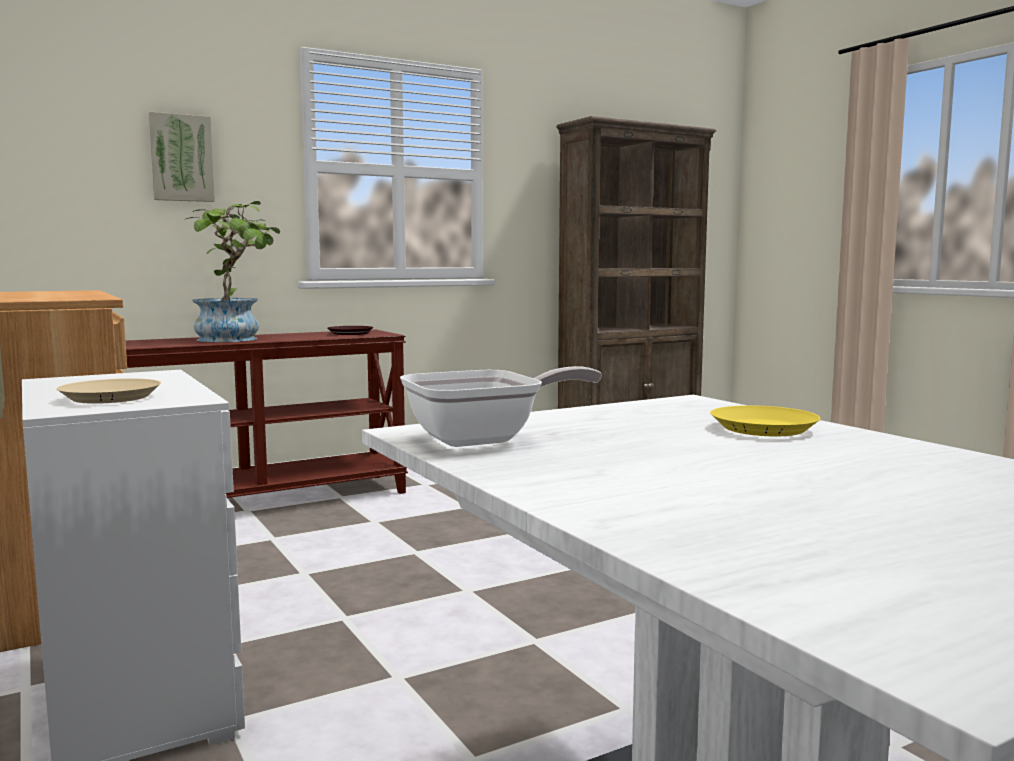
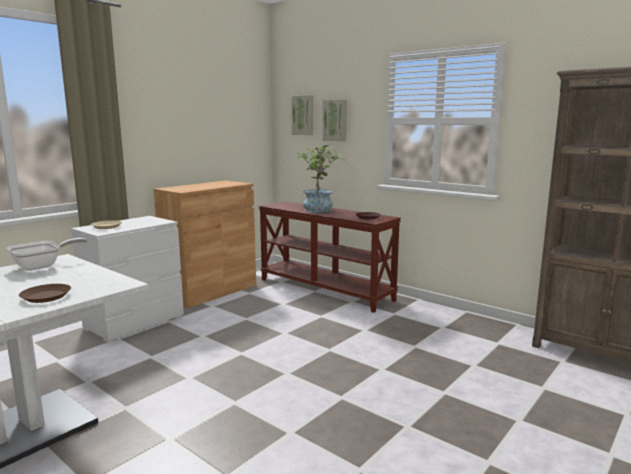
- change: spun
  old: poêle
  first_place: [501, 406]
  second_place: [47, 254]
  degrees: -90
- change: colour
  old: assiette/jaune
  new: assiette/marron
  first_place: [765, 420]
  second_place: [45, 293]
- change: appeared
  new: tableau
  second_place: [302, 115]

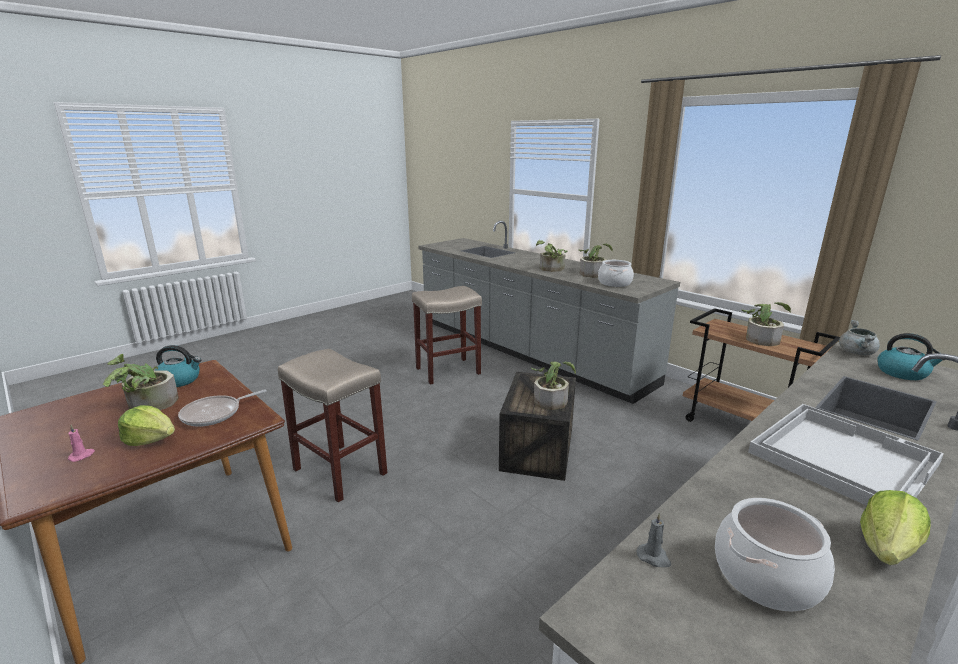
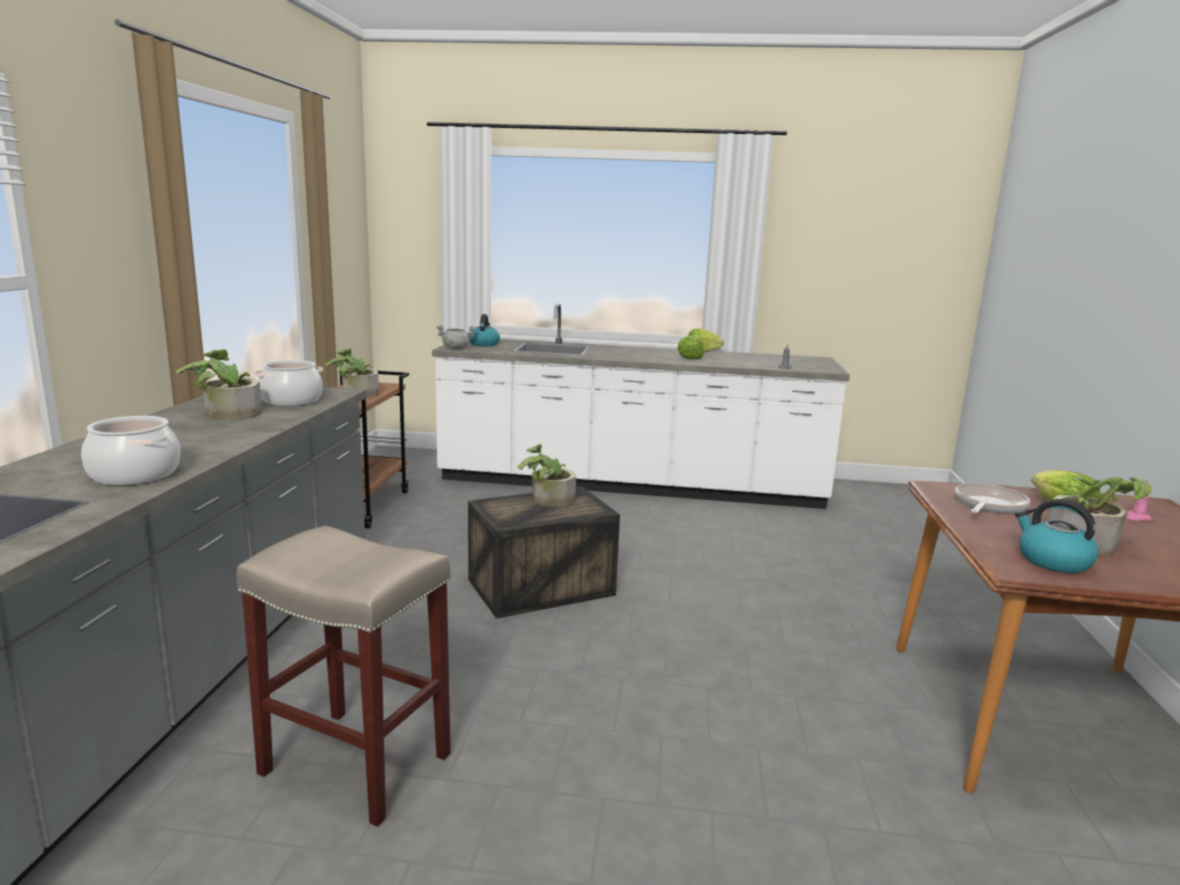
- change: spun
  old: poêle
  first_place: [222, 408]
  second_place: [992, 498]
  degrees: -60
- change: missing
  old: tabouret/beige
  first_place: [332, 426]
- change: missing
  old: plante en pot
  first_place: [551, 256]
- change: relocated
  old: marmite
  first_place: [775, 554]
  second_place: [131, 450]
- change: missing
  old: plateau/blanc
  first_place: [846, 455]
- change: appeared
  new: laitue
  second_place: [690, 347]

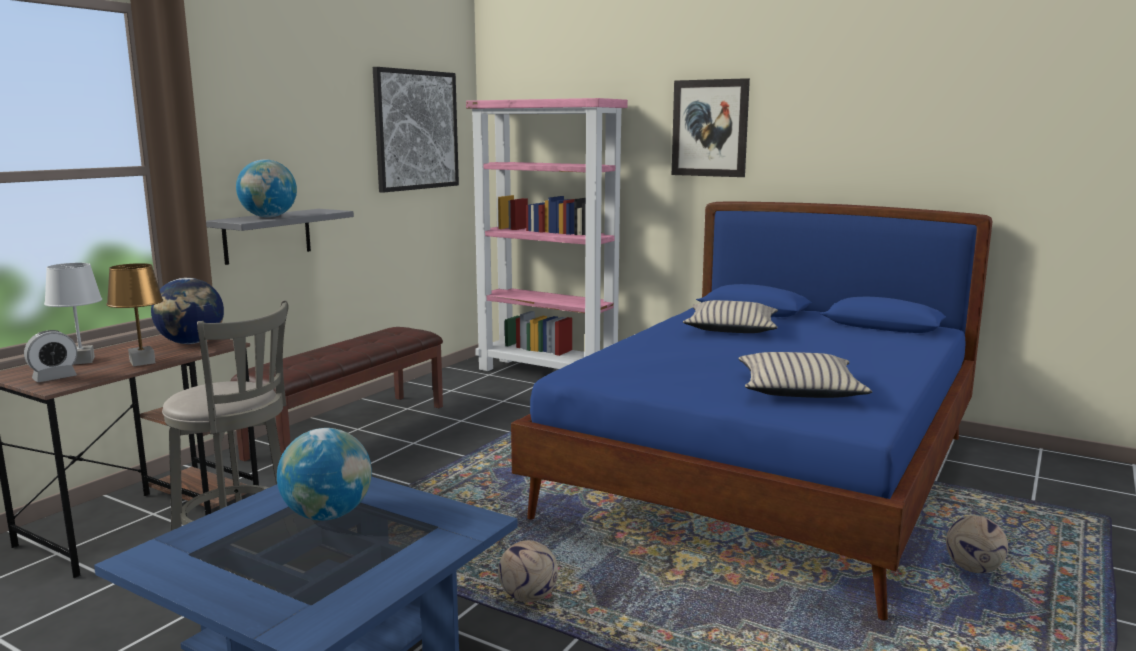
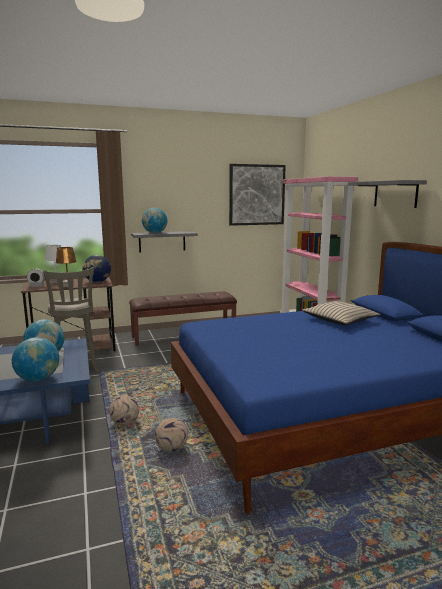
- change: exchanged
  old: tableau
  new: étagère/gris
  first_place: [711, 127]
  second_place: [387, 194]
- change: missing
  old: coussin/beige
  first_place: [805, 375]
- change: relocated
  old: ballon de foot
  first_place: [977, 544]
  second_place: [171, 435]
- change: appeared
  new: globe
  second_place: [35, 359]

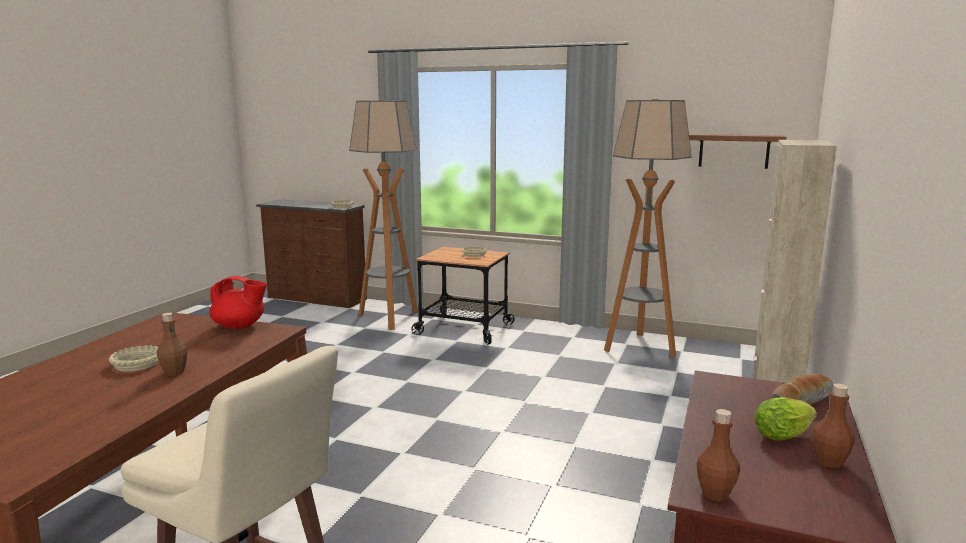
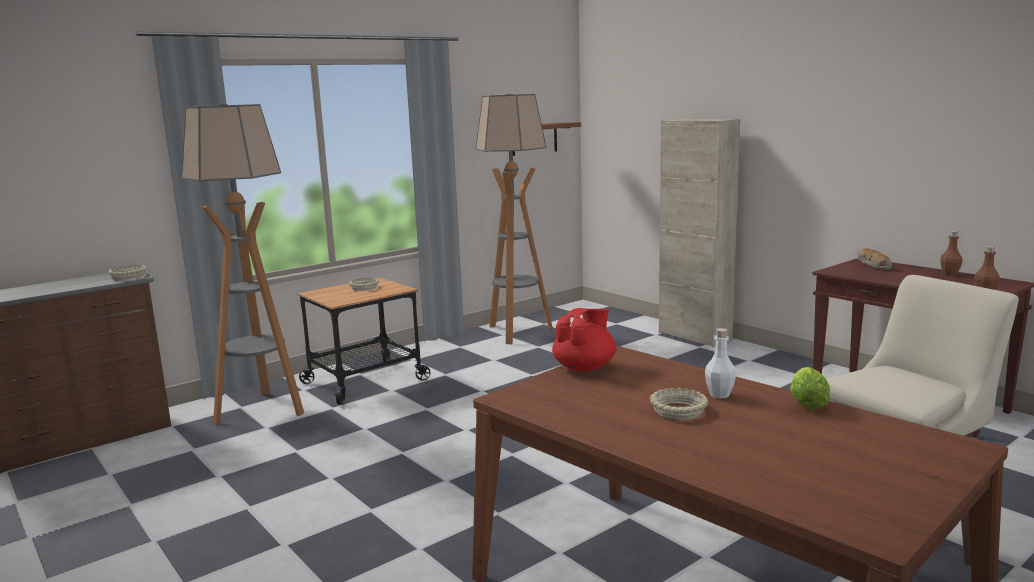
- change: colour
  old: bouteille/marron
  new: bouteille/blanc
  first_place: [172, 344]
  second_place: [720, 363]
- change: relocated
  old: laitue
  first_place: [785, 418]
  second_place: [810, 388]

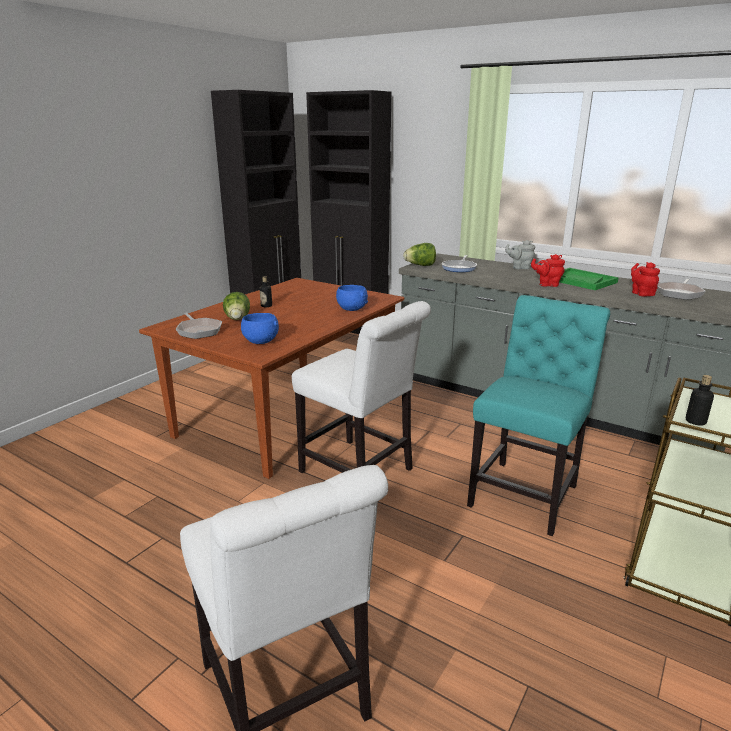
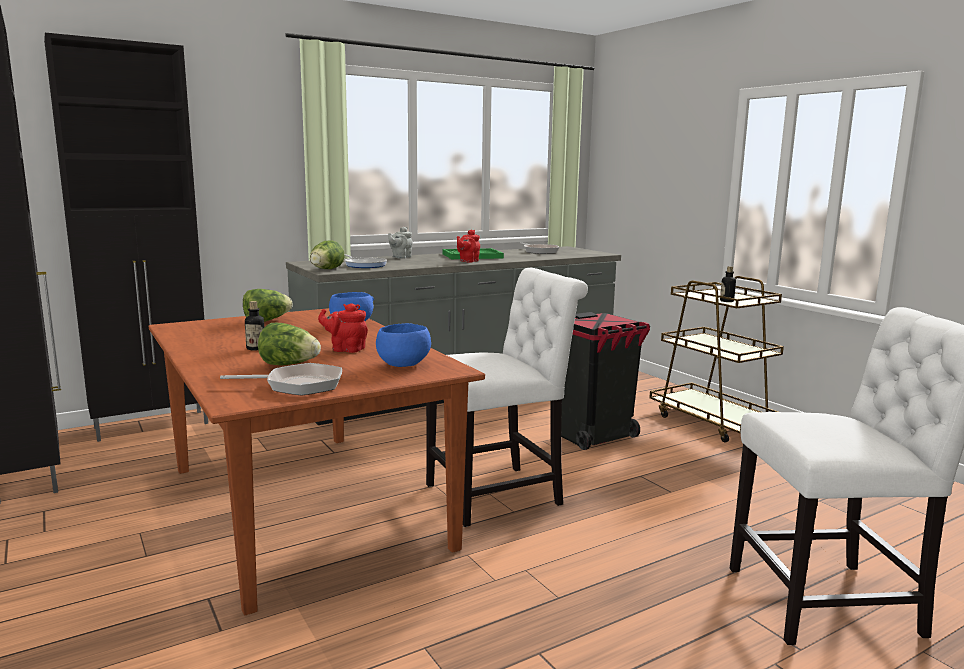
- change: exchanged
  old: chaise/turquoise
  new: poubelle/noir
  first_place: [538, 415]
  second_place: [605, 381]
- change: relocated
  old: théière/rouge
  first_place: [645, 279]
  second_place: [343, 328]
- change: appeared
  new: laitue
  second_place: [268, 305]

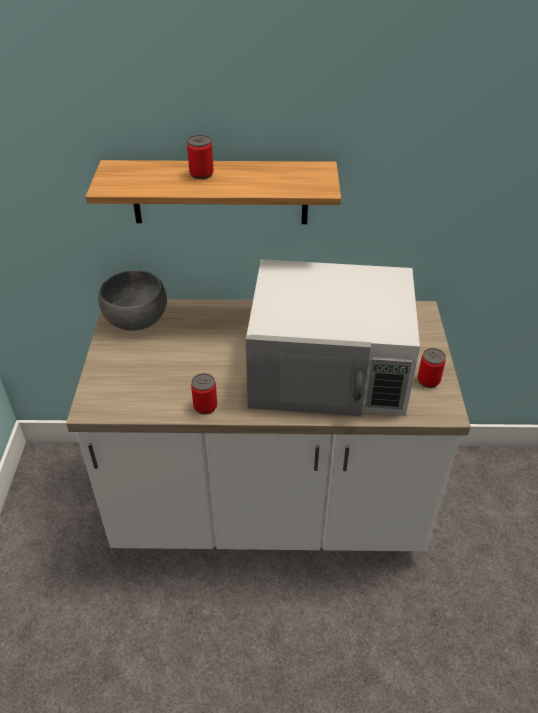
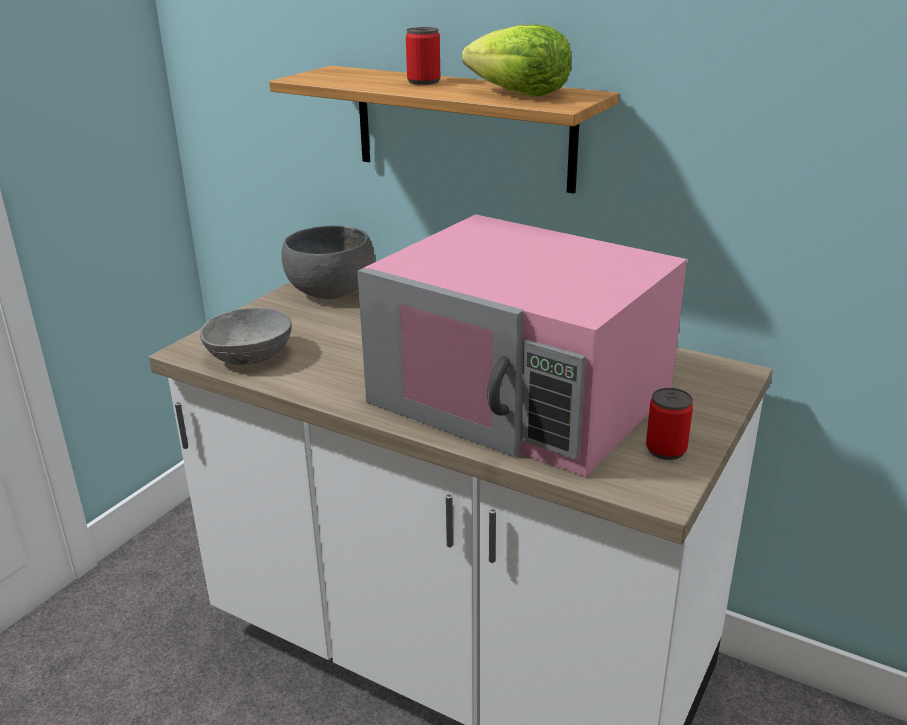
- change: missing
  old: boîte métallique
  first_place: [204, 393]
- change: colour
  old: micro-ondes/blanc
  new: micro-ondes/rose
  first_place: [333, 338]
  second_place: [522, 345]
- change: appeared
  new: bol/gris
  second_place: [246, 336]
- change: appeared
  new: laitue
  second_place: [516, 60]

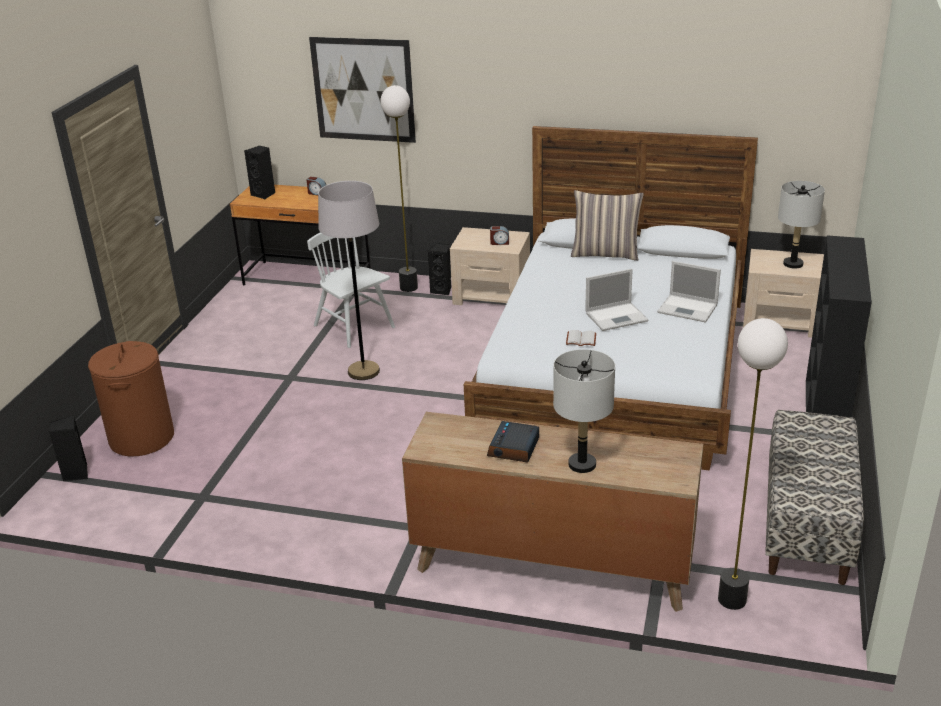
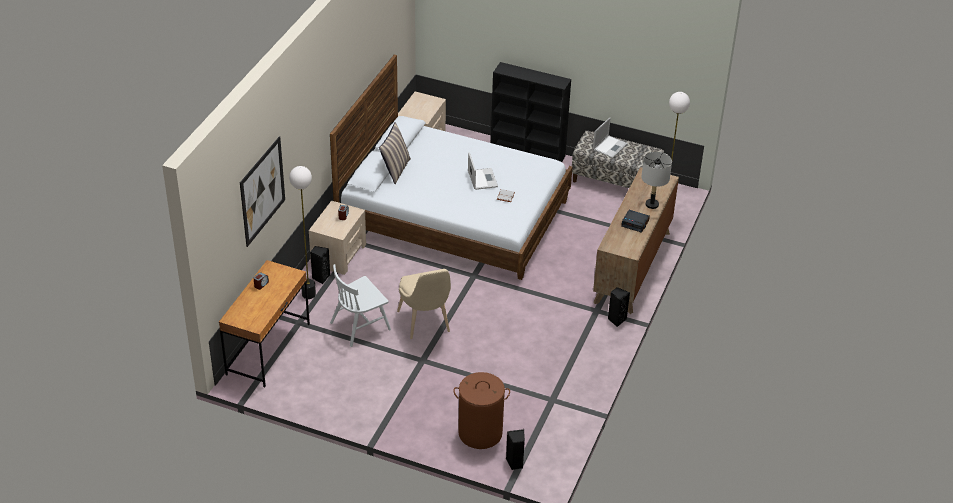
- change: relocated
  old: enceinte/noir
  first_place: [259, 172]
  second_place: [619, 307]
- change: exchanged
  old: lampadaire/gris
  new: chaise/beige
  first_place: [349, 280]
  second_place: [424, 304]
- change: relocated
  old: ordinateur portable
  first_place: [689, 292]
  second_place: [610, 138]
- change: missing
  old: lampe de table/gris
  first_place: [801, 224]

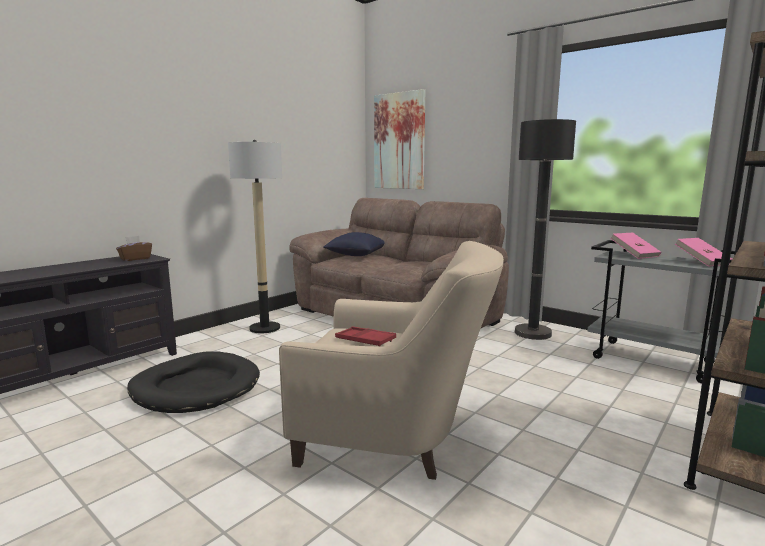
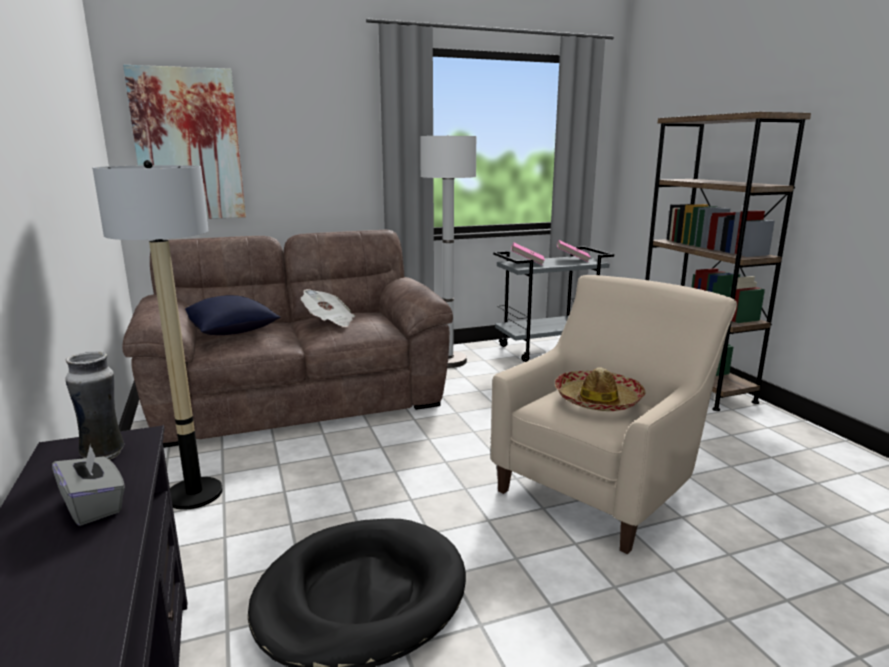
- change: exchanged
  old: boîte à mouchoirs/marron
  new: vase
  first_place: [134, 248]
  second_place: [94, 405]
- change: exchanged
  old: plateau/rouge
  new: chapeau
  first_place: [365, 336]
  second_place: [600, 389]
- change: colour
  old: lampadaire/noir
  new: lampadaire/blanc
  first_place: [545, 229]
  second_place: [448, 251]
- change: appeared
  new: boîte à mouchoirs/gris
  second_place: [88, 484]
- change: appeared
  new: journal
  second_place: [328, 308]

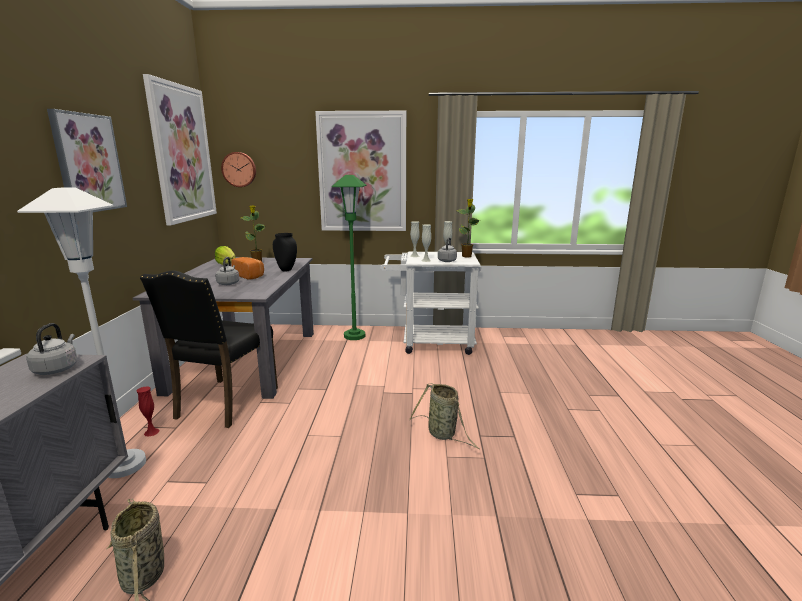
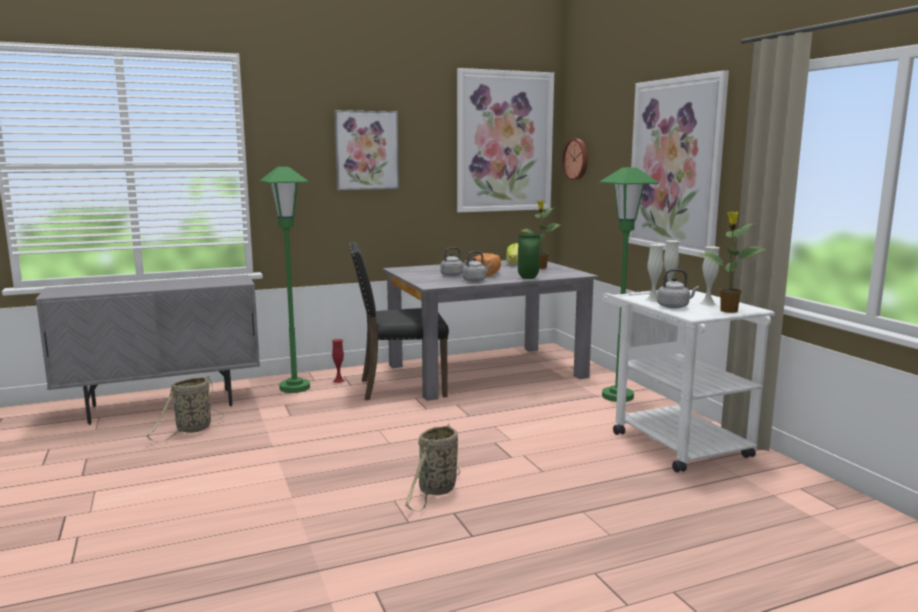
- change: colour
  old: lampadaire/blanc
  new: lampadaire/vert
  first_place: [81, 332]
  second_place: [285, 280]
- change: relocated
  old: bouilloire/gris
  first_place: [51, 349]
  second_place: [477, 266]
- change: colour
  old: vase/noir
  new: vase/vert
  first_place: [285, 252]
  second_place: [529, 256]

